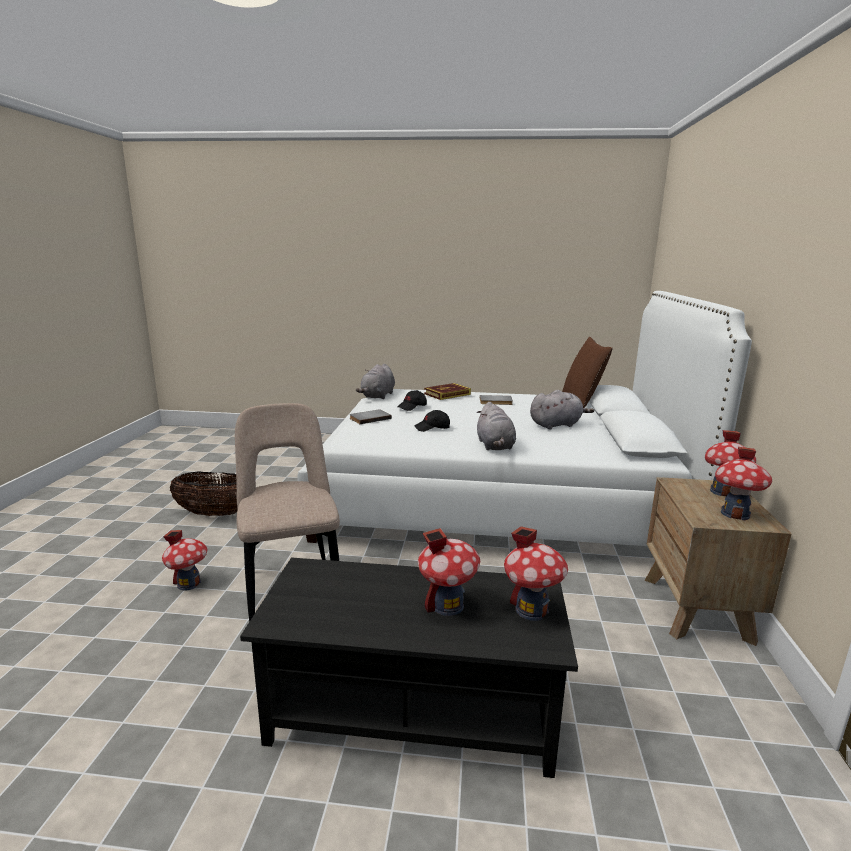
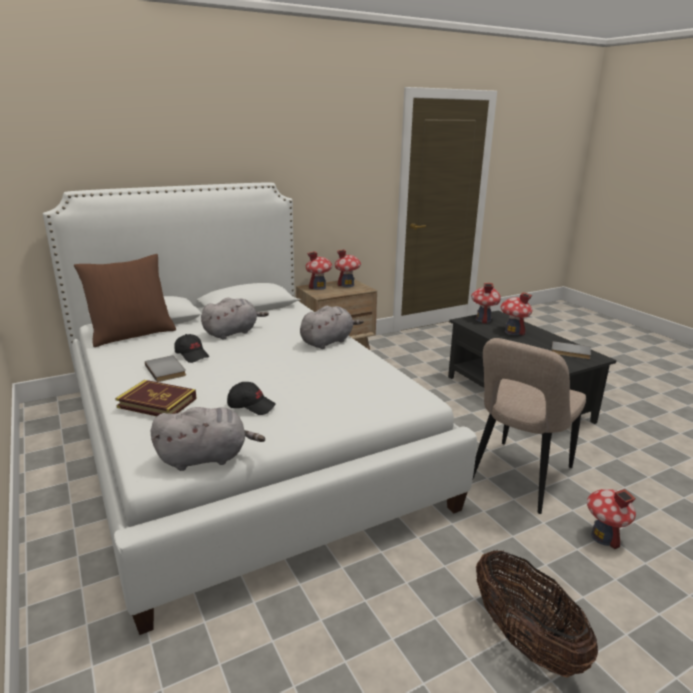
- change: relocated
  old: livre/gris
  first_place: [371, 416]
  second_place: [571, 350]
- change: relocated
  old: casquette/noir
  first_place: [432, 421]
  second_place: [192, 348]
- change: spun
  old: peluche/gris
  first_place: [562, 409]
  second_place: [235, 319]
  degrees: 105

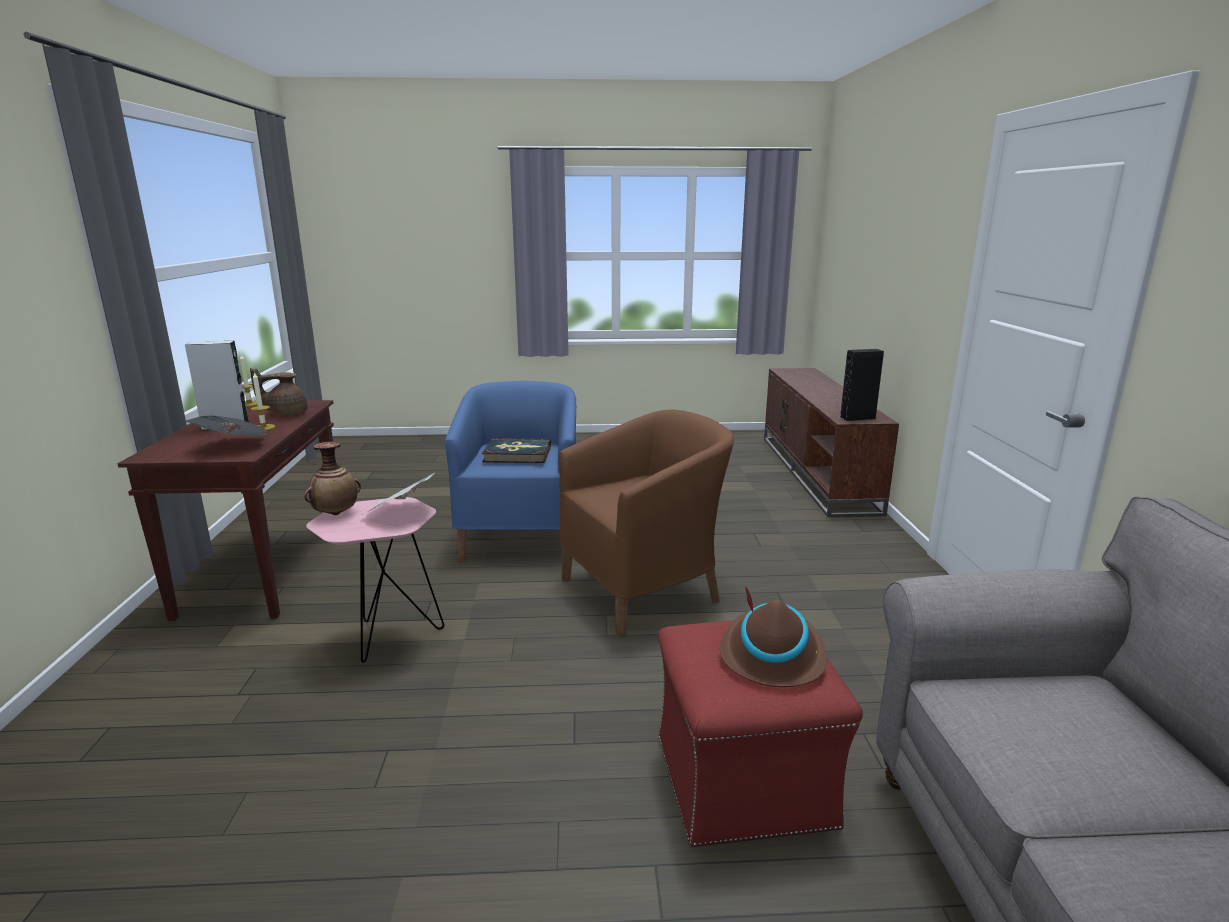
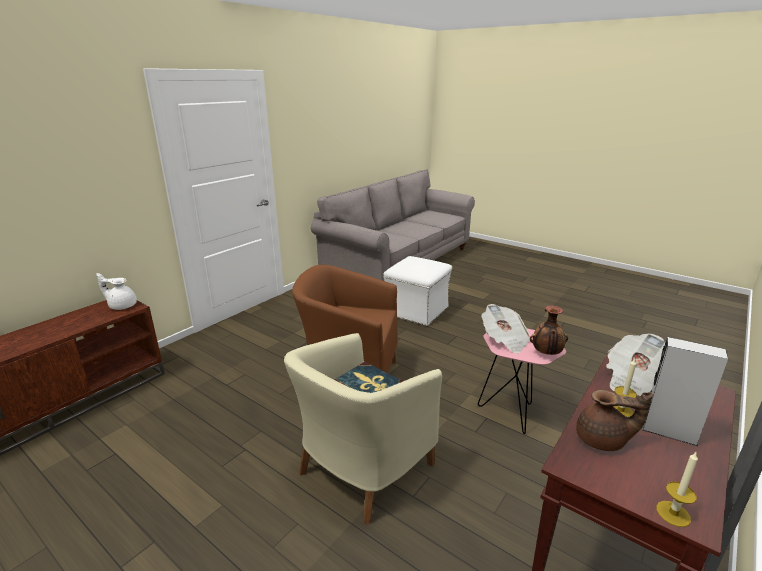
- change: colour
  old: fauteuil/bleu
  new: fauteuil/beige
  first_place: [510, 471]
  second_place: [363, 428]
- change: colour
  old: pouf/rouge
  new: pouf/blanc
  first_place: [760, 733]
  second_place: [418, 291]
- change: missing
  old: chapeau/marron
  first_place: [773, 636]
- change: exchanged
  old: enceinte/noir
  new: théière/blanc
  first_place: [861, 385]
  second_place: [117, 291]

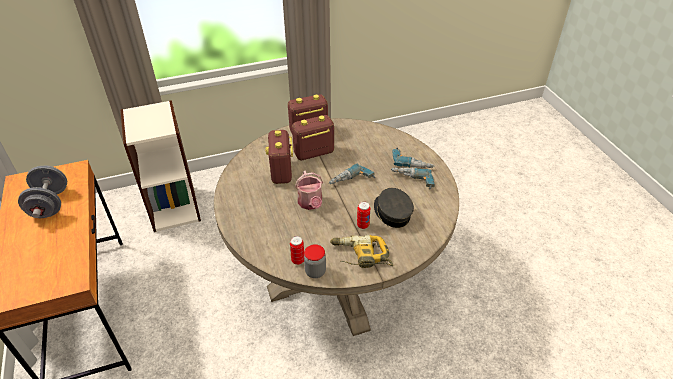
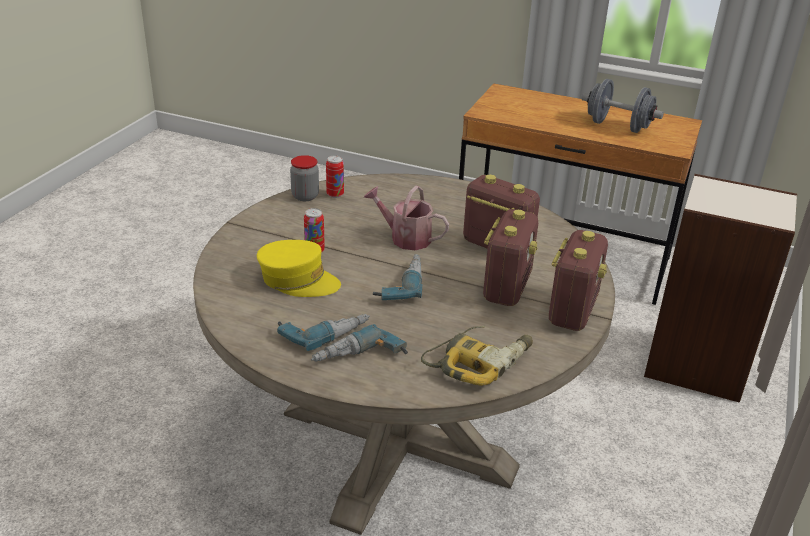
- change: relocated
  old: perceuse
  first_place: [361, 251]
  second_place: [477, 356]
- change: colour
  old: casquette/gris
  new: casquette/jaune
  first_place: [394, 208]
  second_place: [299, 268]

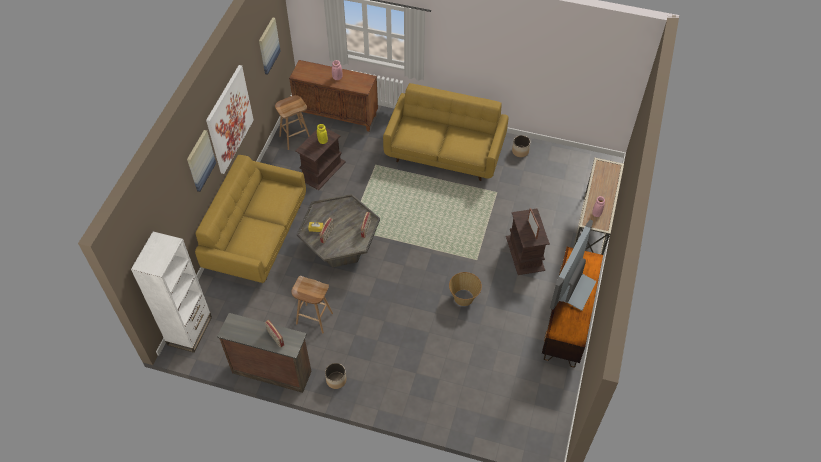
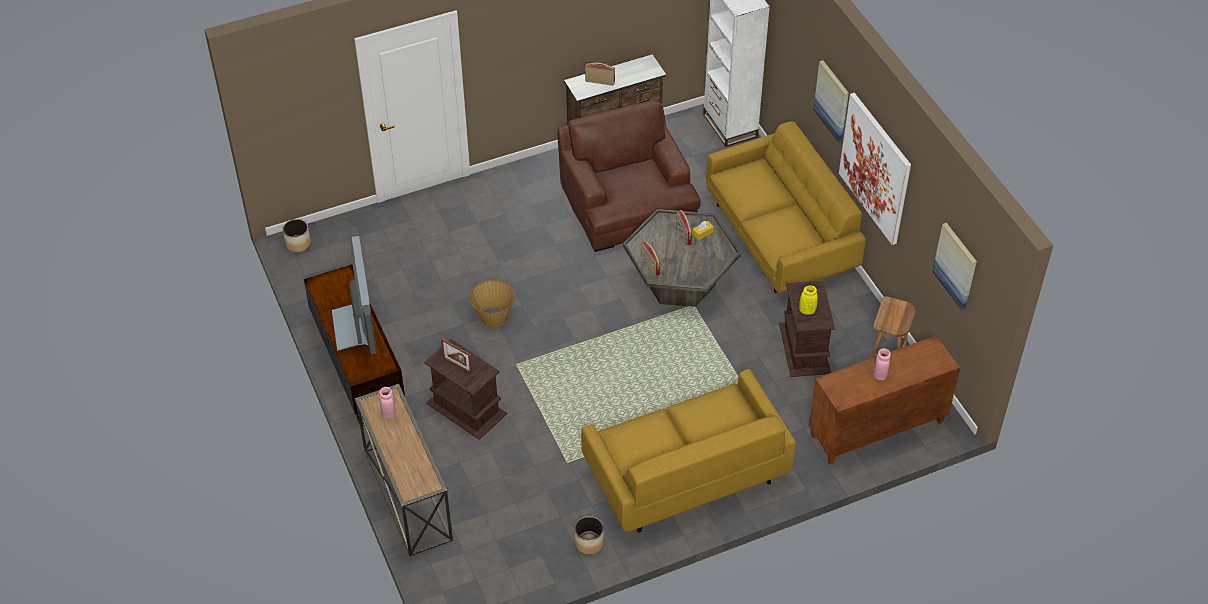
- change: exchanged
  old: tabouret/marron
  new: fauteuil/marron
  first_place: [312, 304]
  second_place: [629, 176]
- change: relocated
  old: cache-pot
  first_place: [336, 376]
  second_place: [297, 235]

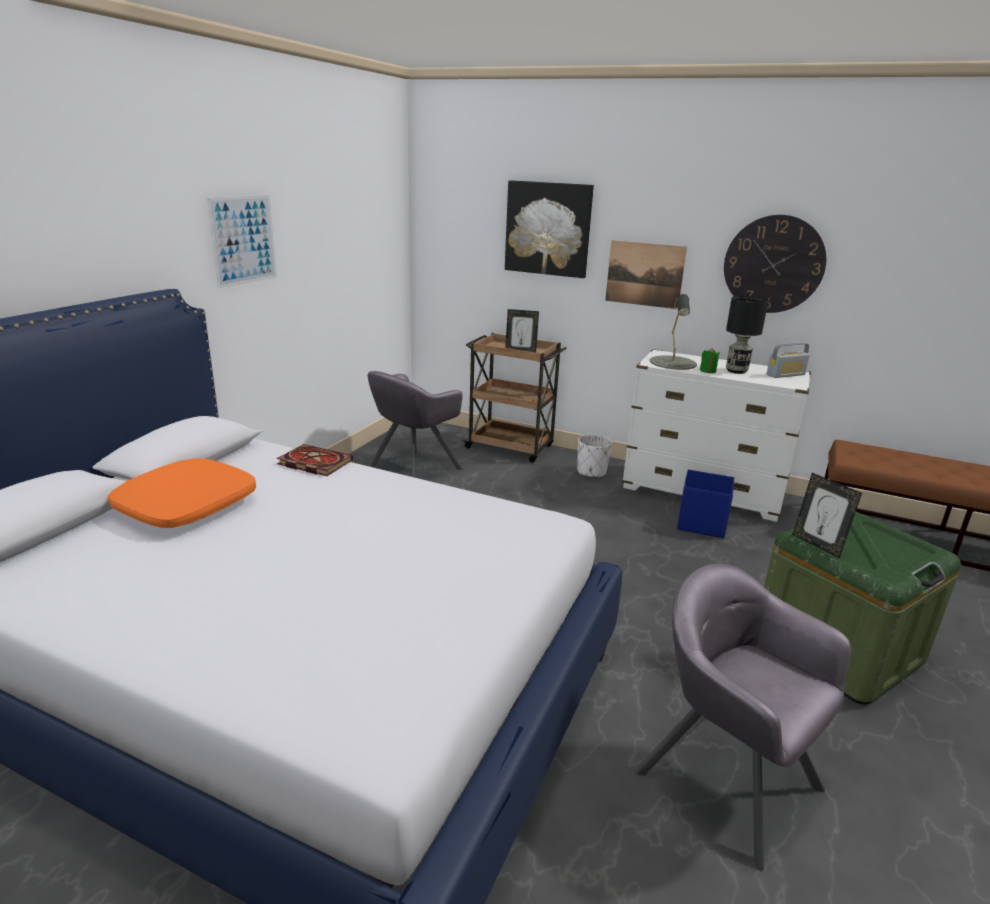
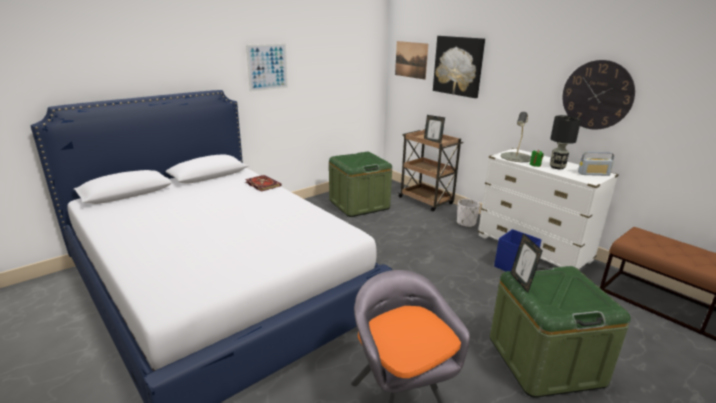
- change: relocated
  old: coussin/orange
  first_place: [182, 493]
  second_place: [409, 342]
- change: exchanged
  old: fauteuil/gris
  new: boîte de rangement/vert
  first_place: [415, 424]
  second_place: [360, 184]
- change: relocated
  old: tableau
  first_place: [646, 274]
  second_place: [411, 60]

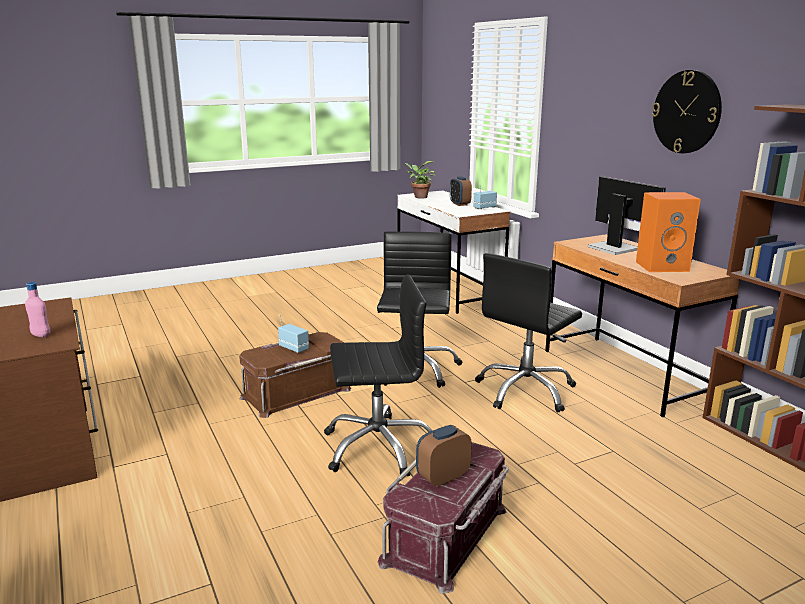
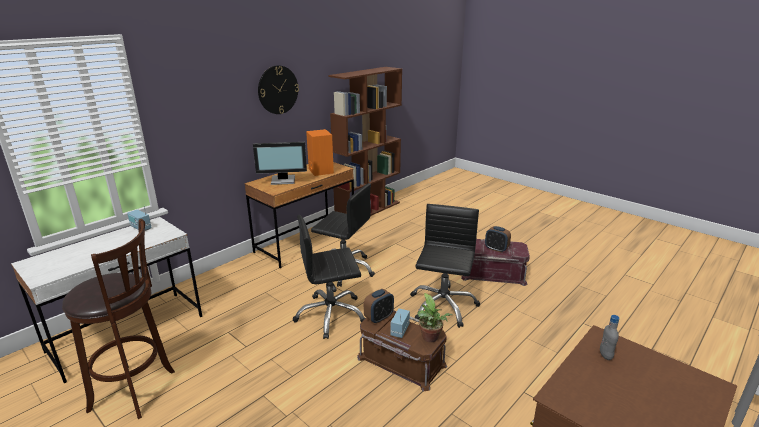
- change: colour
  old: bouteille/rose
  new: bouteille/gris
  first_place: [37, 309]
  second_place: [610, 337]
- change: spun
  old: chaise de bureau/noir
  first_place: [378, 375]
  second_place: [445, 266]
  degrees: 45
- change: relocated
  old: plante en pot
  first_place: [420, 180]
  second_place: [435, 318]
- change: relocated
  old: réveil
  first_place: [461, 191]
  second_place: [379, 306]
- change: spun
  old: écran d'ordinateur
  first_place: [627, 215]
  second_place: [280, 163]
  degrees: -135
- change: appeared
  new: tabouret/marron
  second_place: [118, 319]

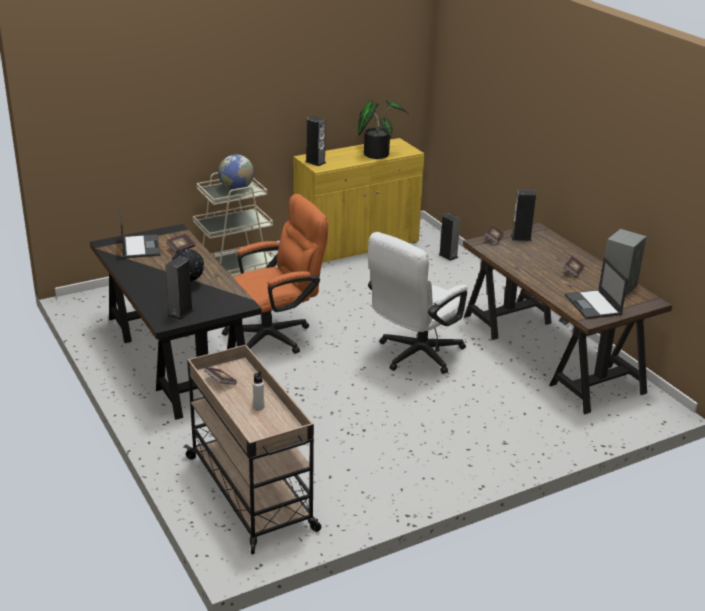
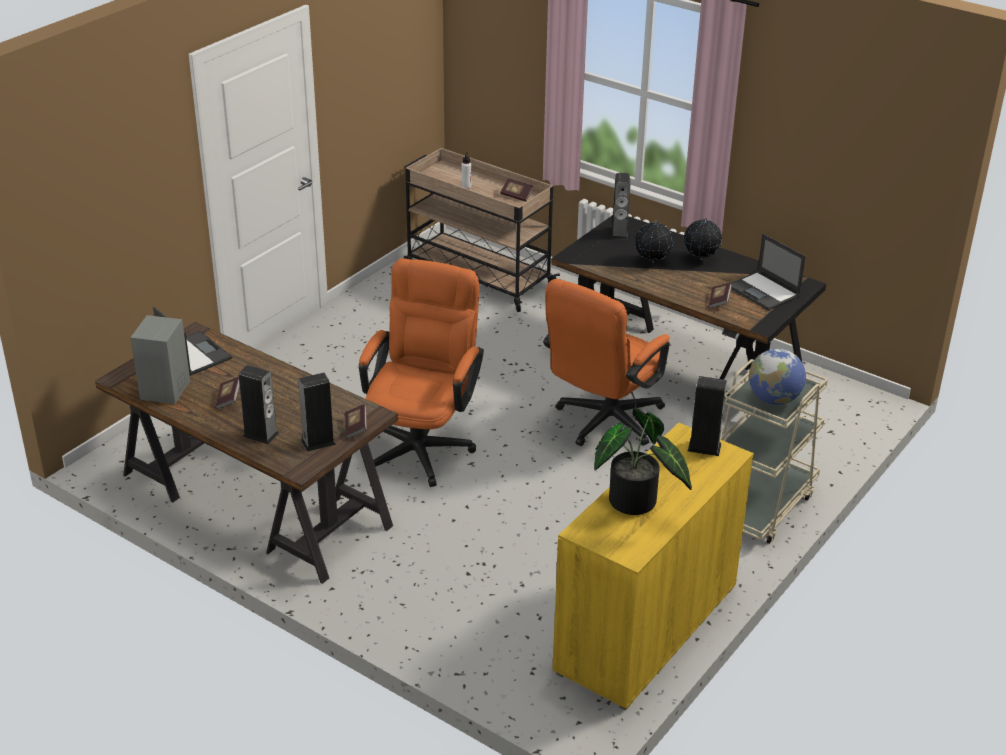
- change: colour
  old: chaise de bureau/blanc
  new: chaise de bureau/orange
  first_place: [417, 303]
  second_place: [421, 372]
- change: relocated
  old: enceinte
  first_place: [449, 237]
  second_place: [259, 404]
- change: appeared
  new: globe
  second_place: [703, 239]

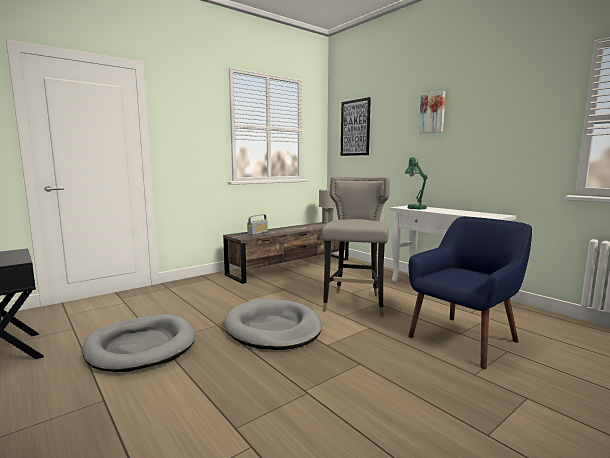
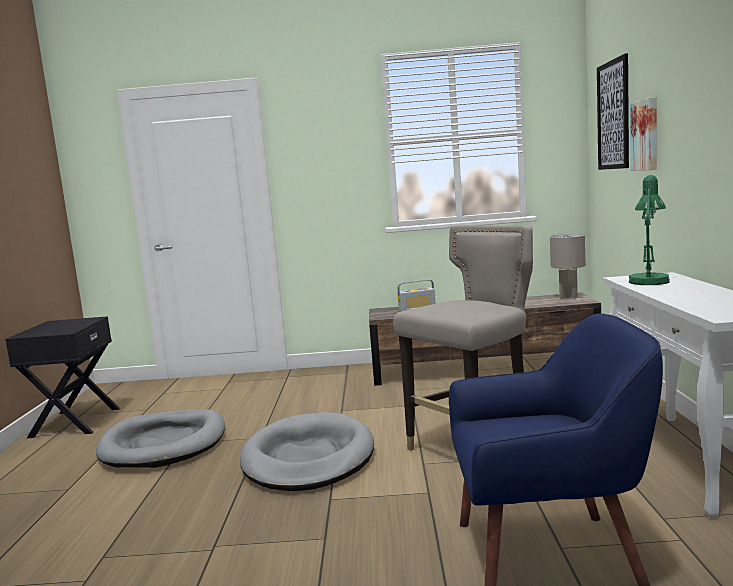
- change: relocated
  old: tableau
  first_place: [432, 112]
  second_place: [643, 134]

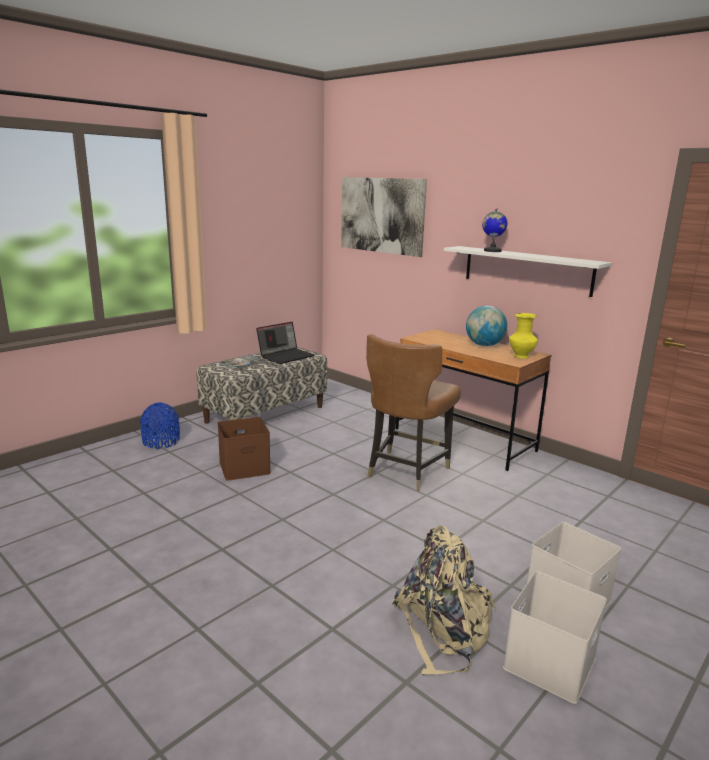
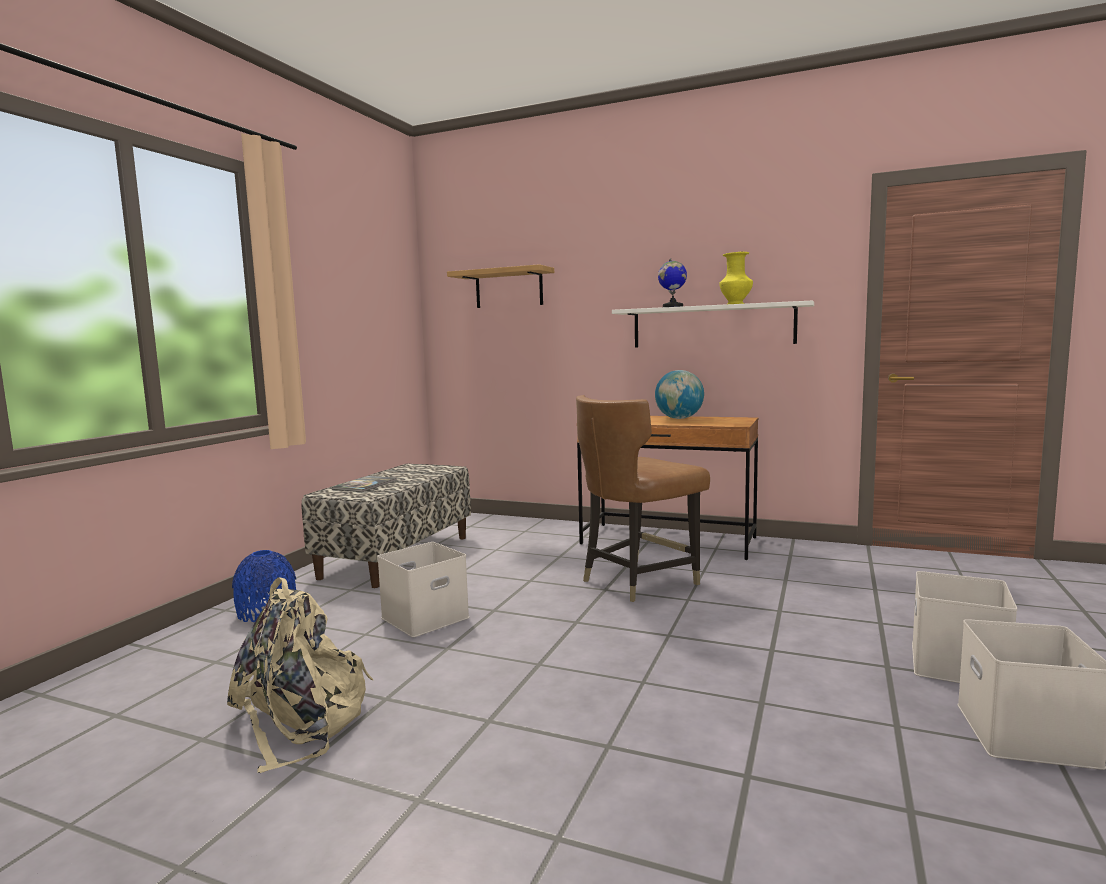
- change: colour
  old: boîte de rangement/marron
  new: boîte de rangement/blanc
  first_place: [244, 449]
  second_place: [423, 589]
- change: missing
  old: ordinateur portable
  first_place: [285, 343]
- change: exchanged
  old: tableau
  new: étagère
  first_place: [384, 217]
  second_place: [500, 286]
- change: spun
  old: chaise/marron
  first_place: [413, 412]
  second_place: [643, 498]
  degrees: 45
- change: relocated
  old: sac à dos/beige
  first_place: [445, 600]
  second_place: [300, 675]
- change: relocated
  old: vase/jaune
  first_place: [523, 336]
  second_place: [736, 278]

